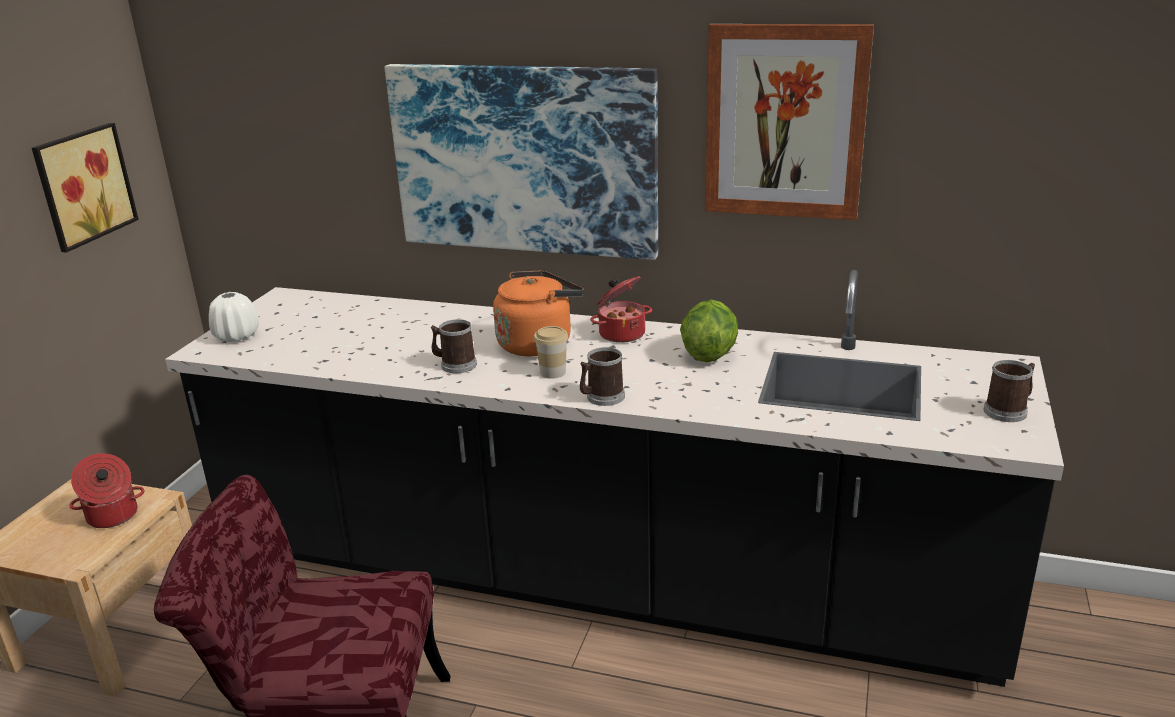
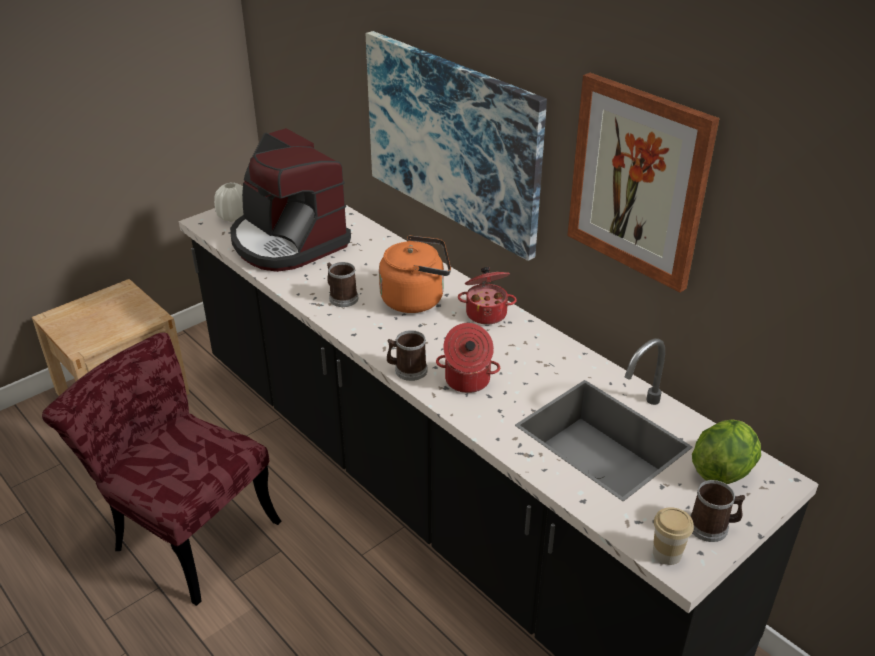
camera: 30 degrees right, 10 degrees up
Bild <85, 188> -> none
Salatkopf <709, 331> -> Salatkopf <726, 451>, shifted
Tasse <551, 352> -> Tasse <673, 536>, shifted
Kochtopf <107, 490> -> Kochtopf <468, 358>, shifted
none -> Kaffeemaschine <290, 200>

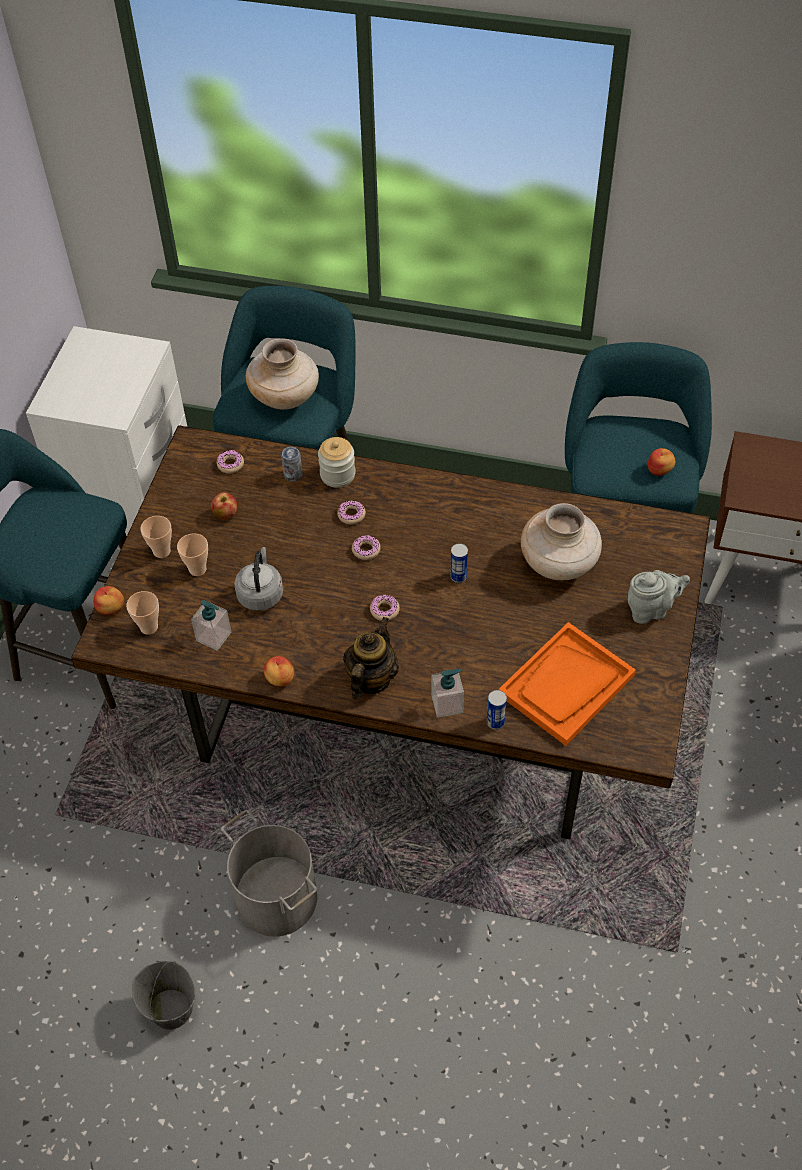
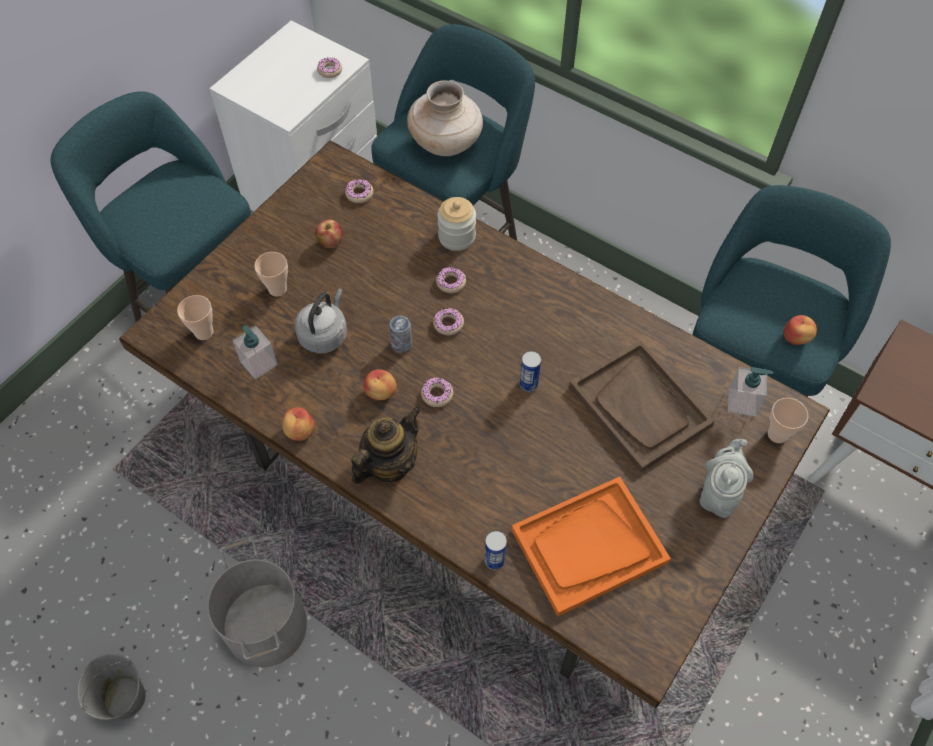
camera: 20 degrees right, 5 degrees up
Dose <292, 464> -> Dose <401, 334>, shifted
Vase/beige <561, 541> -> Tablett/braun <642, 406>
Tasse <156, 537> -> Tasse <788, 420>, shifted
Teekanne/grau <659, 597> -> Teekanne/grau <727, 478>, 75 degrees counterclockwise
Apfel <108, 600> -> Apfel <380, 384>, shifted
Seifenspender <448, 693> -> Seifenspender <750, 391>, shifted
none -> Donut <329, 67>

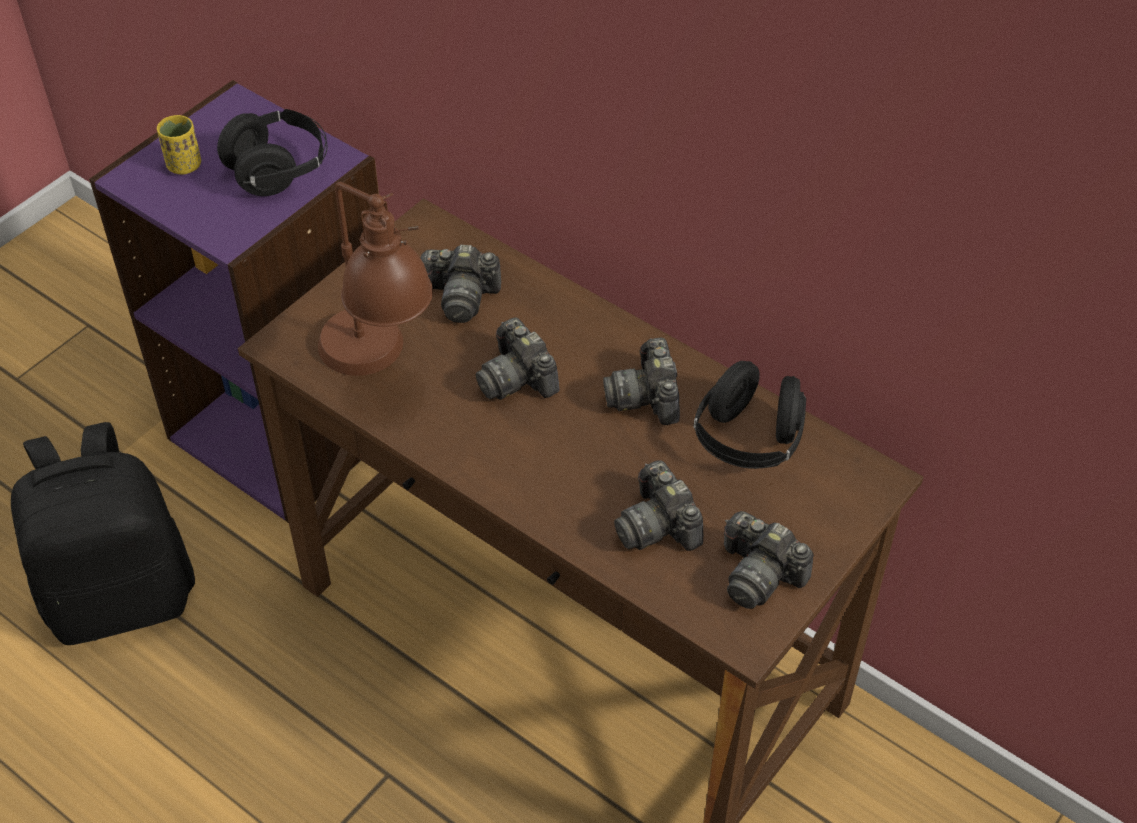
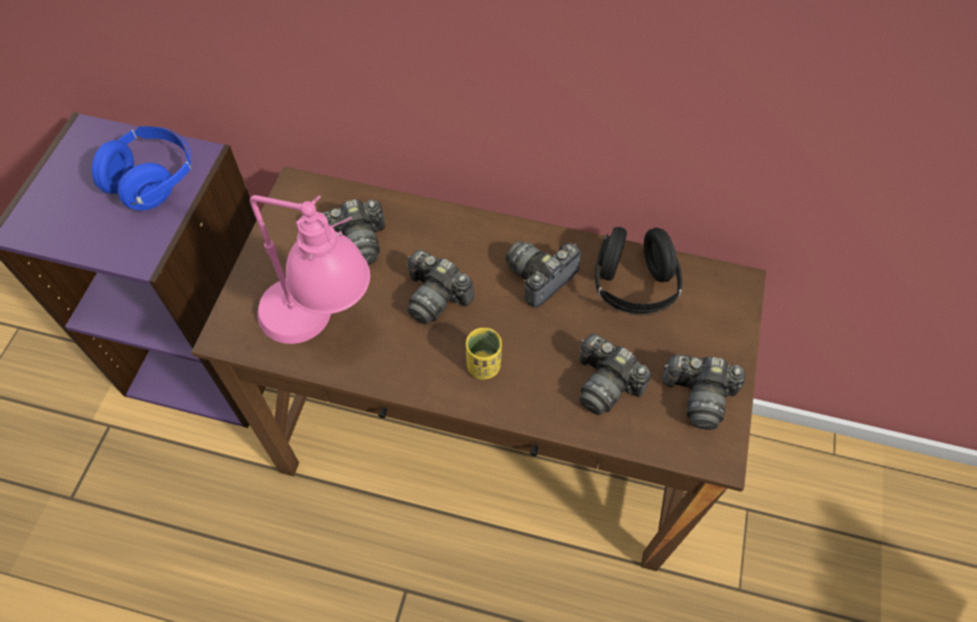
camera: 25 degrees left, 10 degrees up
Kopfhörer/schwarz <272, 152> -> Kopfhörer/blau <142, 168>
Tasse/gelb <179, 144> -> Tasse/gelb <484, 353>, shifted
Tischlampe/braun <375, 279> -> Tischlampe/rosa <310, 269>
Kamera <641, 381> -> Kamera <543, 274>, 75 degrees clockwise
Rucksack/schwarz <103, 533> -> none

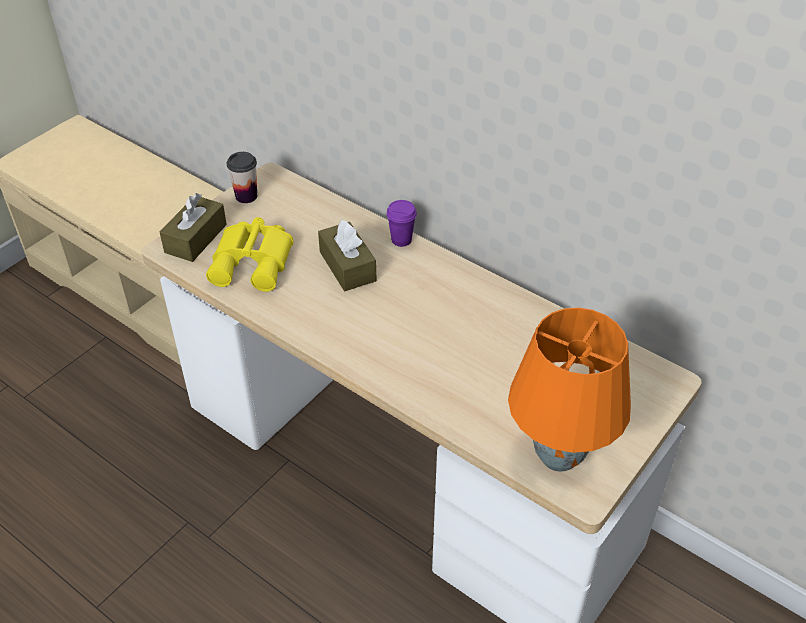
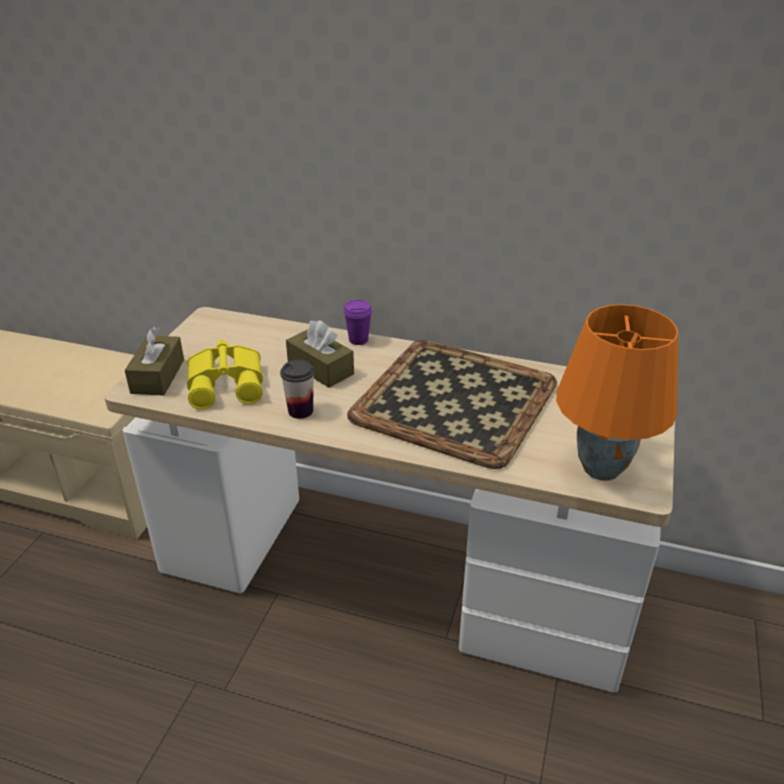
camera: 20 degrees left, 10 degrees down
Tasse <242, 177> -> Tasse <297, 389>, shifted
none -> Tablett <452, 404>

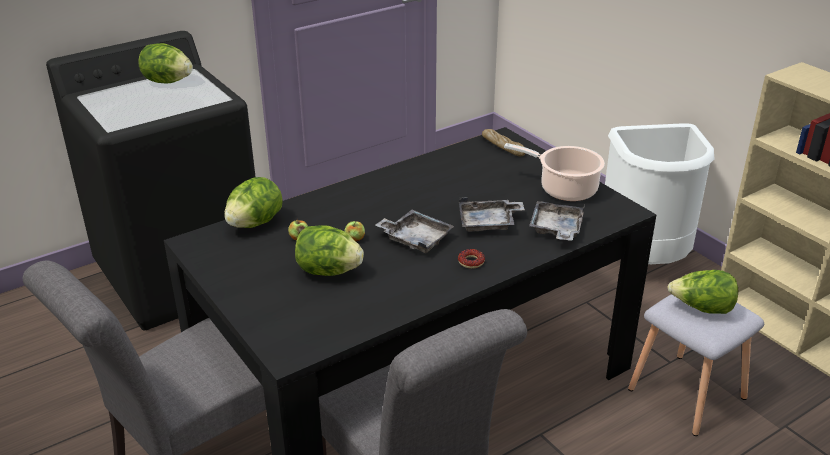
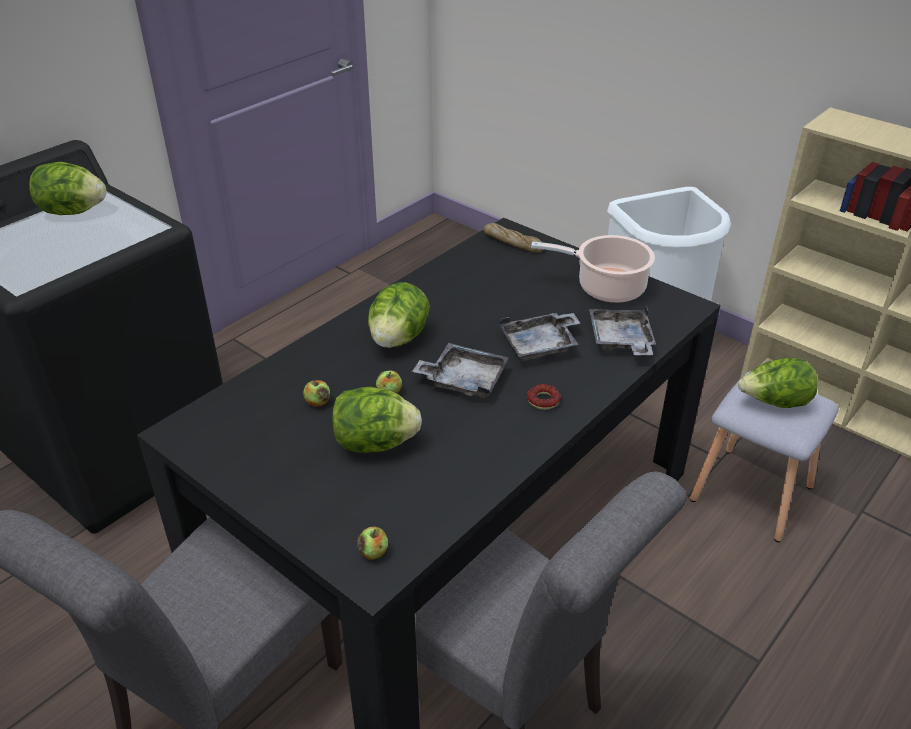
camera: 15 degrees left, 5 degrees up
Salatkopf <253, 202> -> Salatkopf <399, 315>, shifted
none -> Apfel <372, 543>

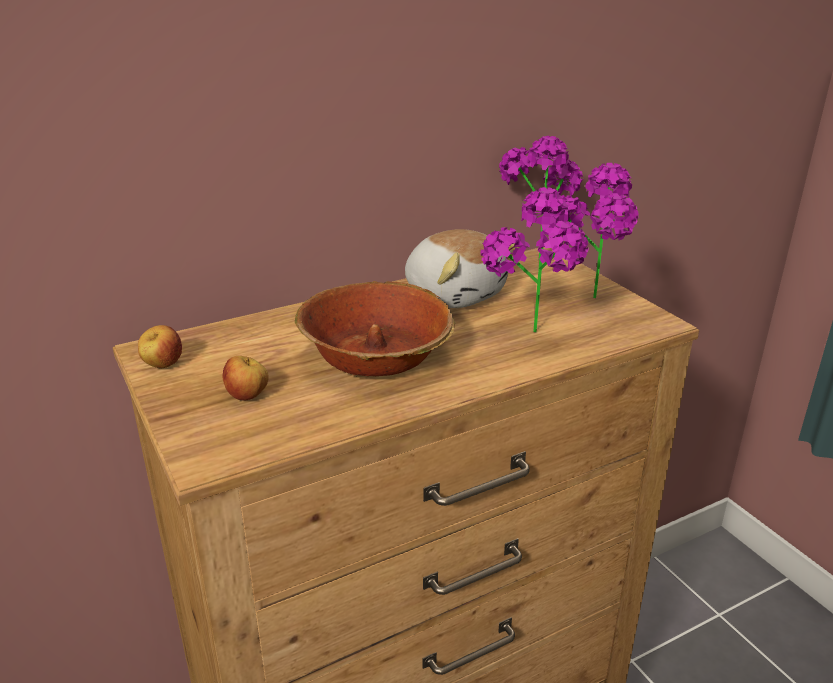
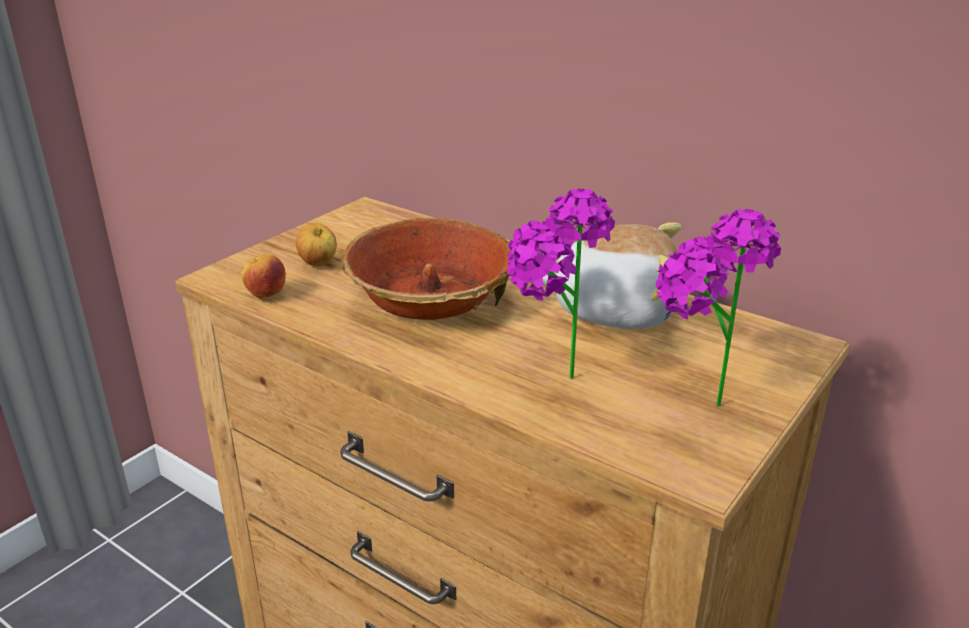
camera: 65 degrees right, 0 degrees up
Topfpflanze <541, 197> -> none
Plüschtier <462, 268> -> Plüschtier <612, 276>, 105 degrees counterclockwise
Apfel <160, 346> -> Apfel <263, 276>, shifted

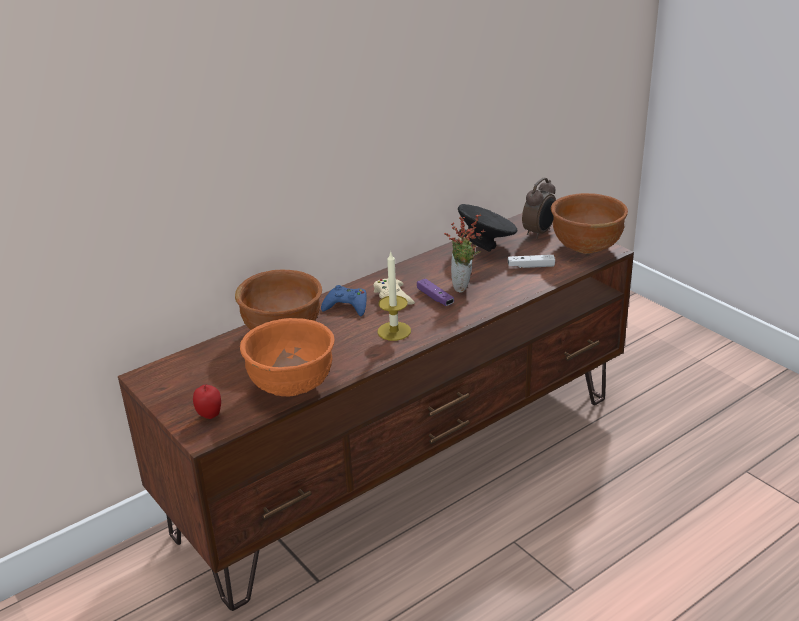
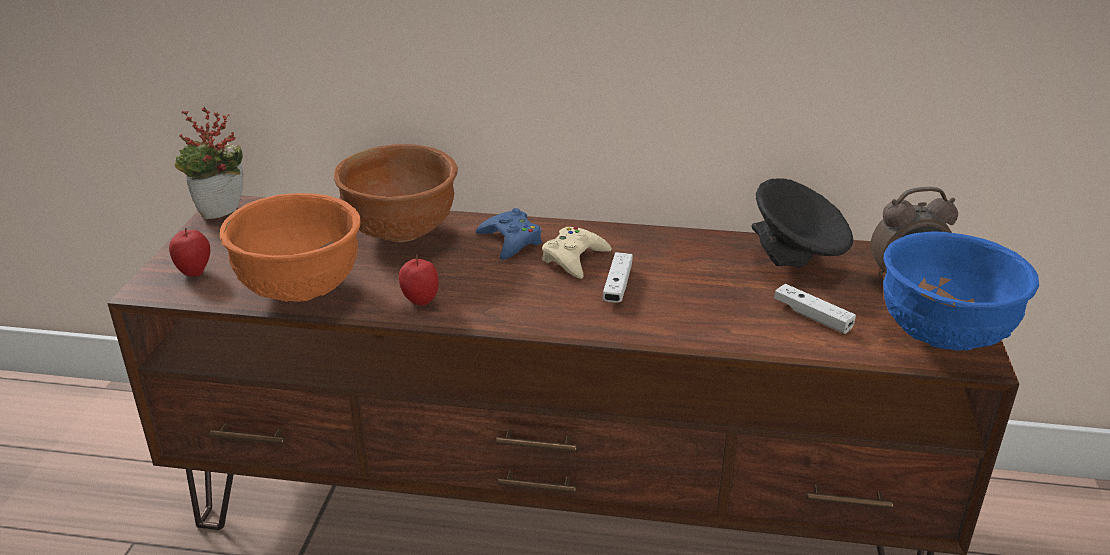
camera: 45 degrees right, 0 degrees up
Schüssel/braun <589, 223> -> Schüssel/blau <961, 291>
Topfpflanze <464, 253> -> Topfpflanze <209, 163>, shifted
Kerze <394, 296> -> none
Gamepad/lila <435, 292> -> Gamepad/weiß <617, 277>
none -> Apfel <418, 280>

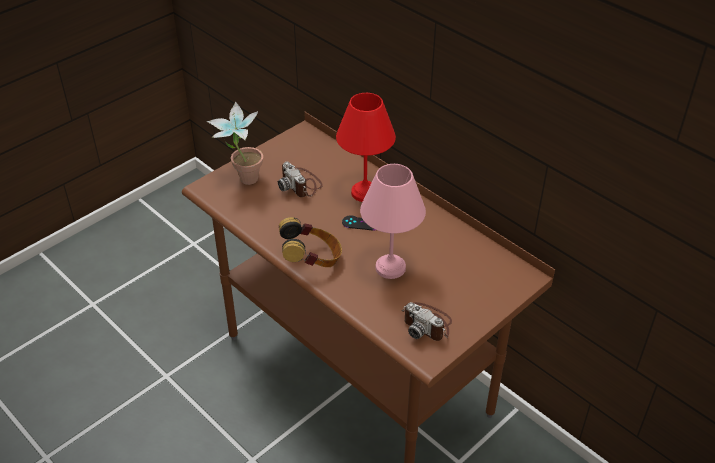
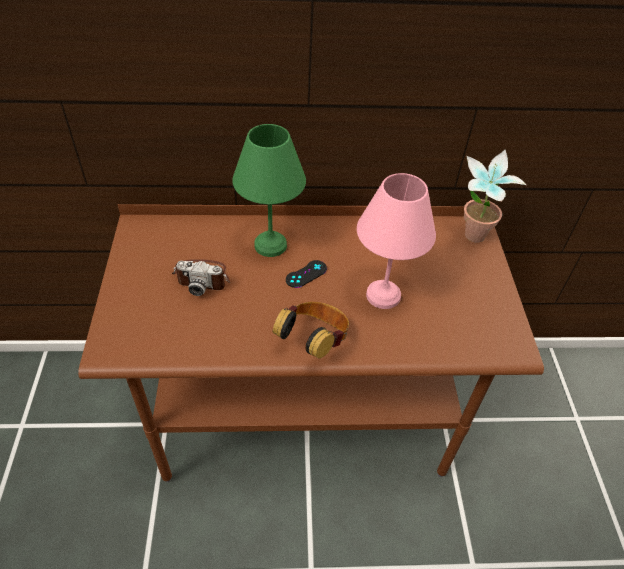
camera: 50 degrees left, 5 degrees up
Tischlampe/rot <366, 147> -> Tischlampe/grün <269, 190>
Topfpflanze <234, 143> -> Topfpflanze <495, 196>, shifted
Kamera <427, 321> -> none

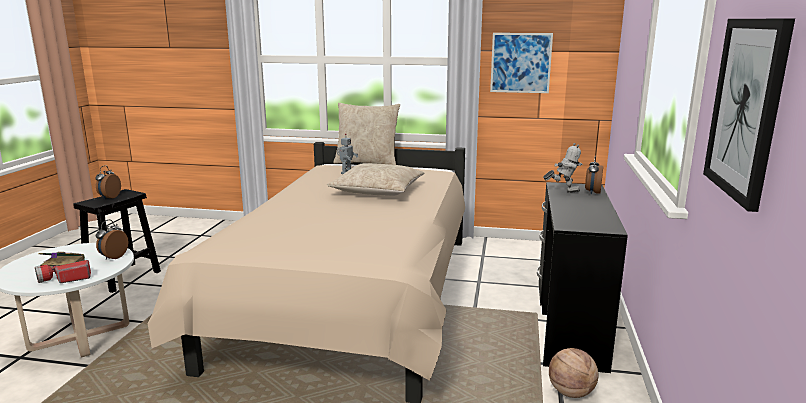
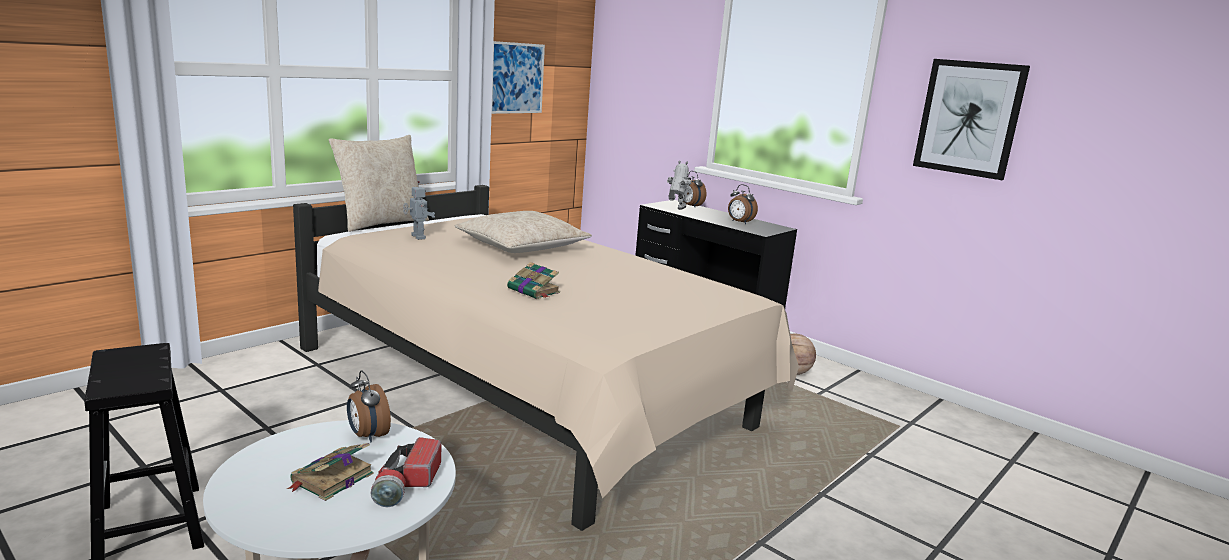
camera: 60 degrees left, 0 degrees up
Wecker <108, 182> -> Wecker <743, 204>, shifted
none -> Buch <533, 280>

